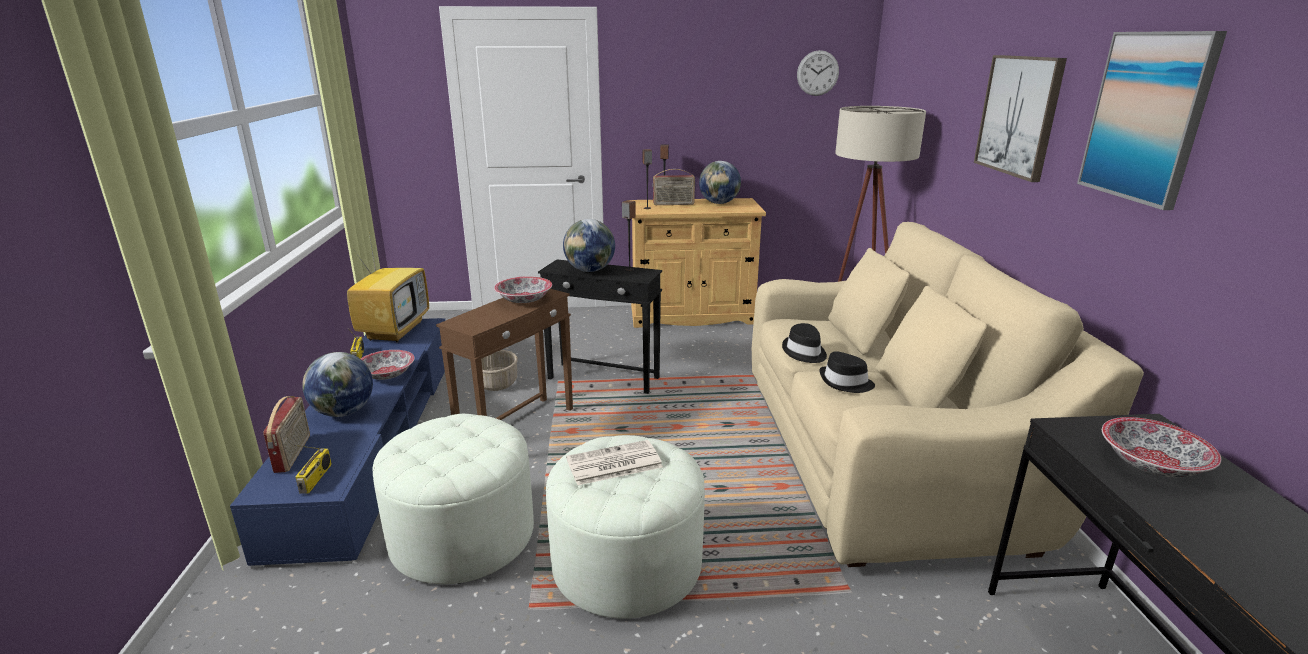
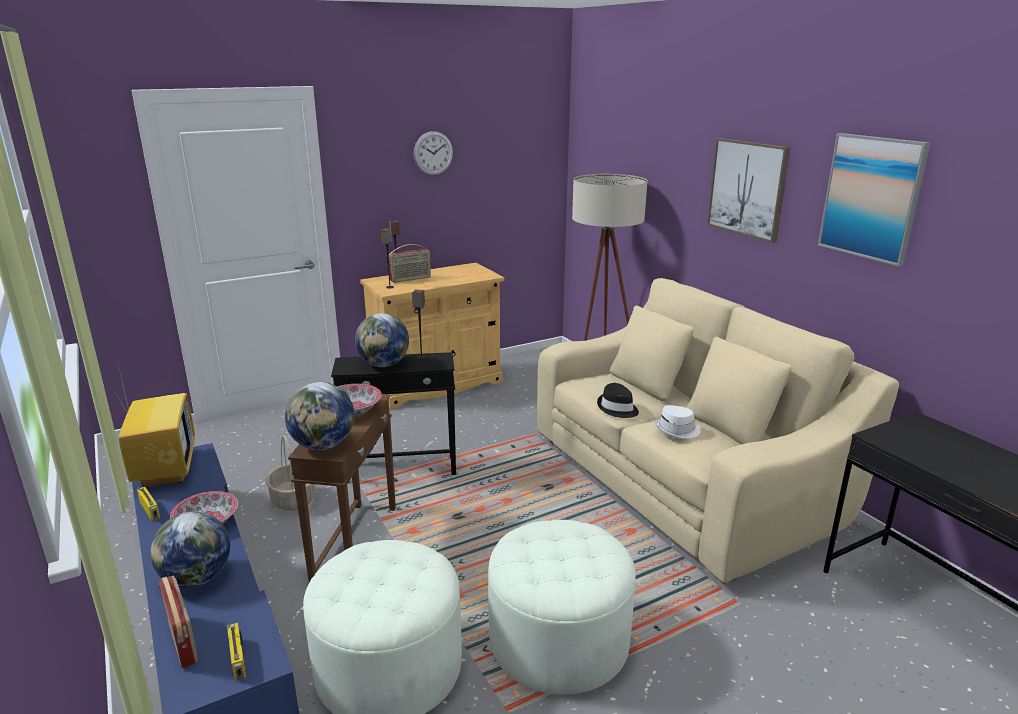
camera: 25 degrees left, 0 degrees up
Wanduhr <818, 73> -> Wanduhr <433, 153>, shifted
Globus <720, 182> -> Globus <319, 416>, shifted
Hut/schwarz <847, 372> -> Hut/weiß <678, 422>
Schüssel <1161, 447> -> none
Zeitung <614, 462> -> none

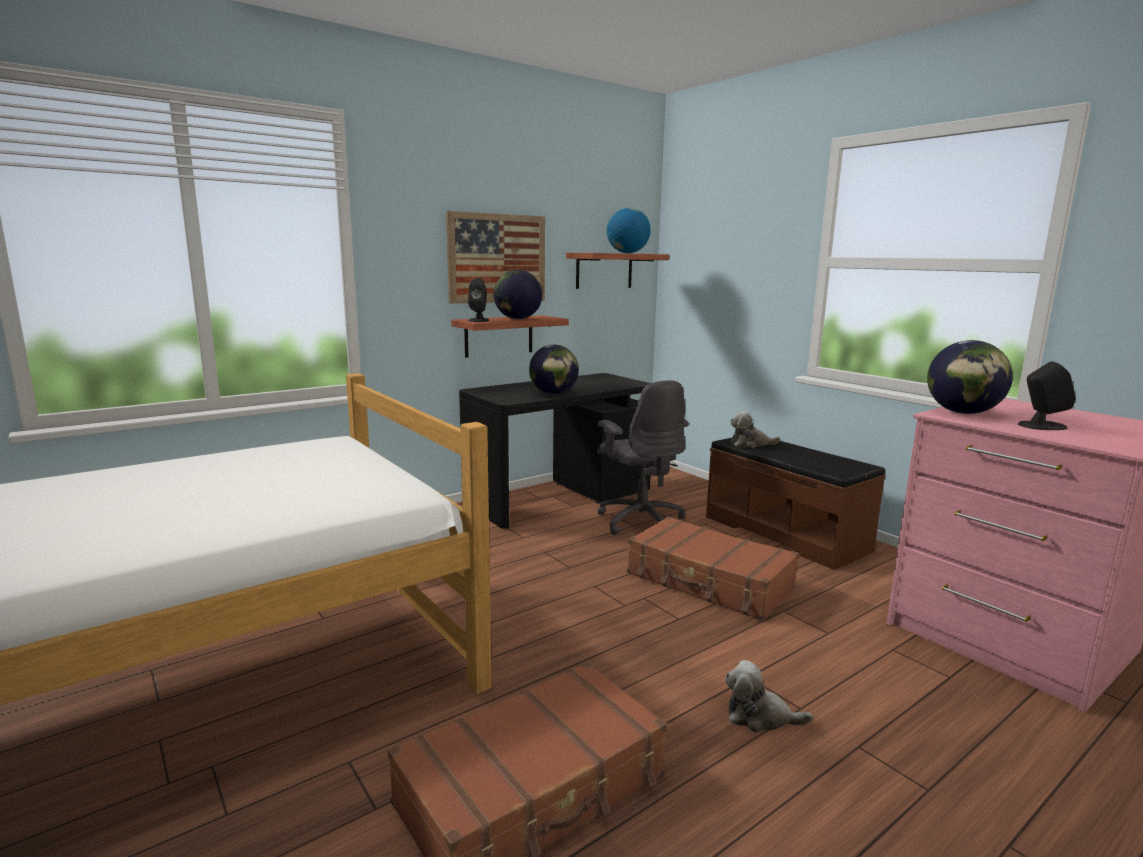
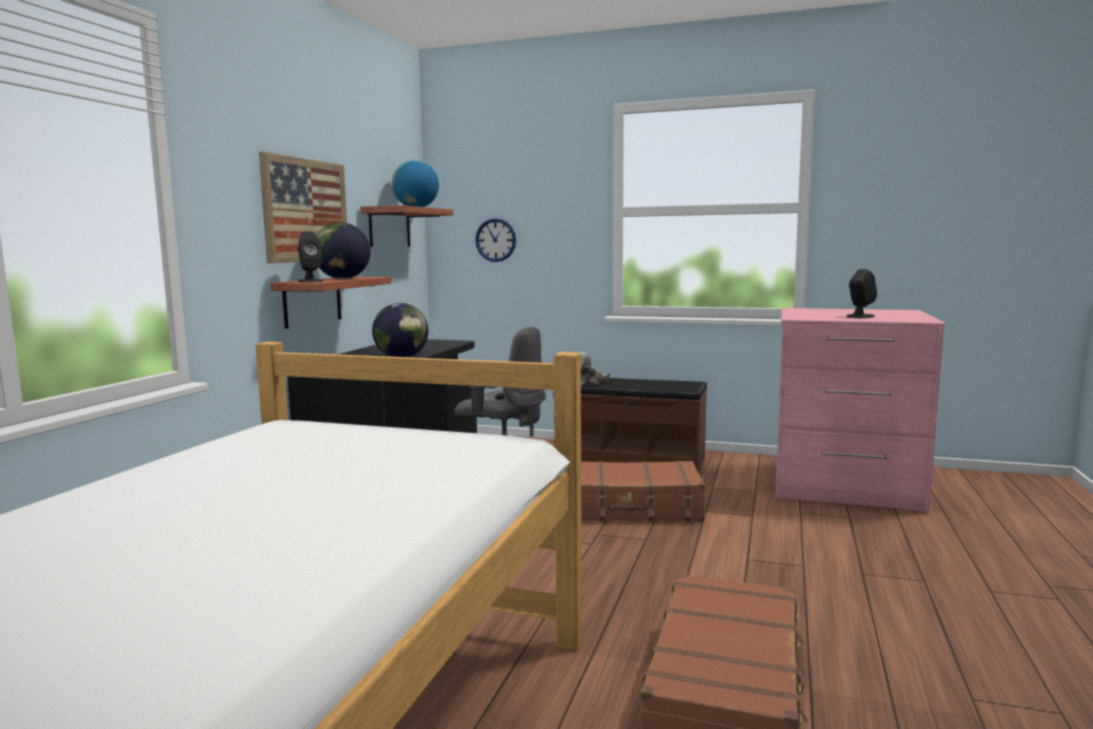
camera: 35 degrees left, 5 degrees down
Globus <970, 377> -> none
Plüschtier <769, 696> -> none
none -> Wanduhr <495, 240>

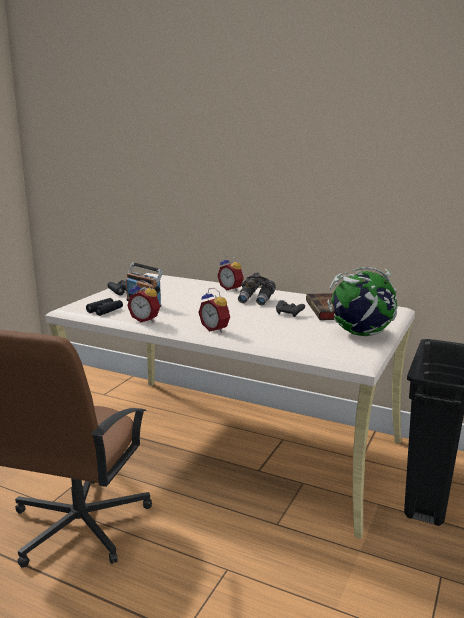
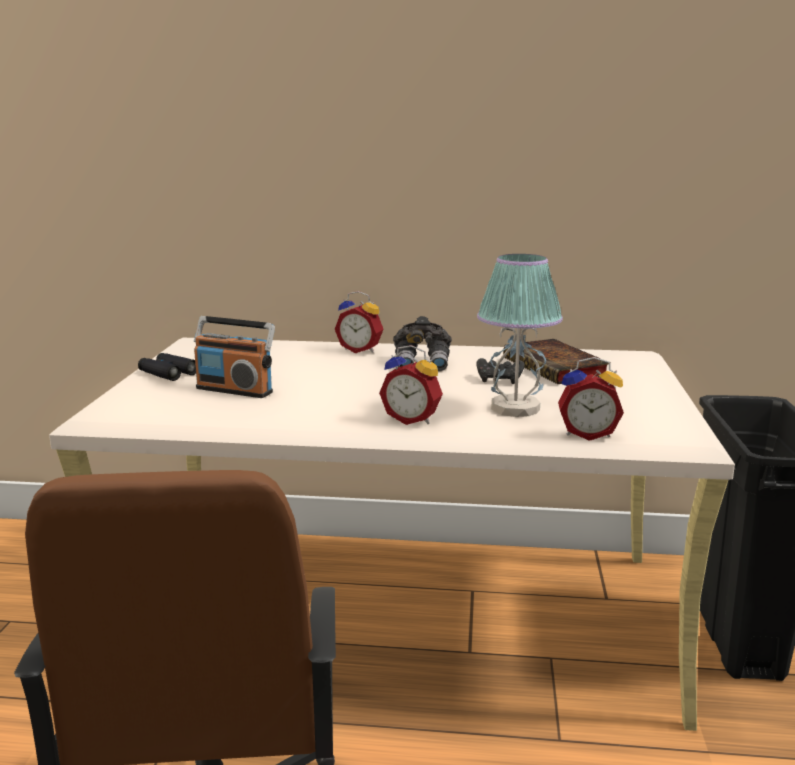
camera: 20 degrees left, 0 degrees up
Globus <362, 301> -> none
Wecker <143, 301> -> Wecker <591, 399>, shifted
Fernglas/schwarz <104, 307> -> none
none -> Tischlampe <520, 335>

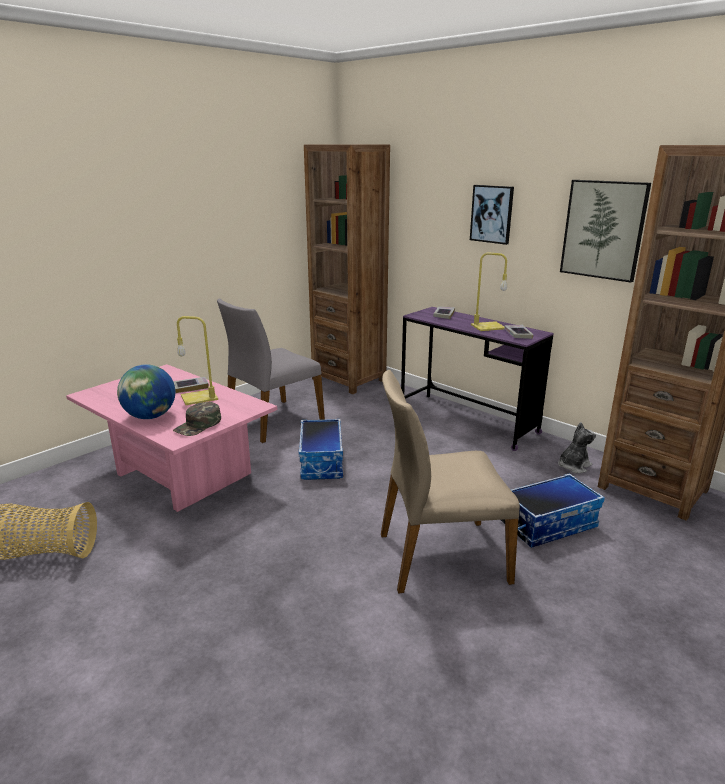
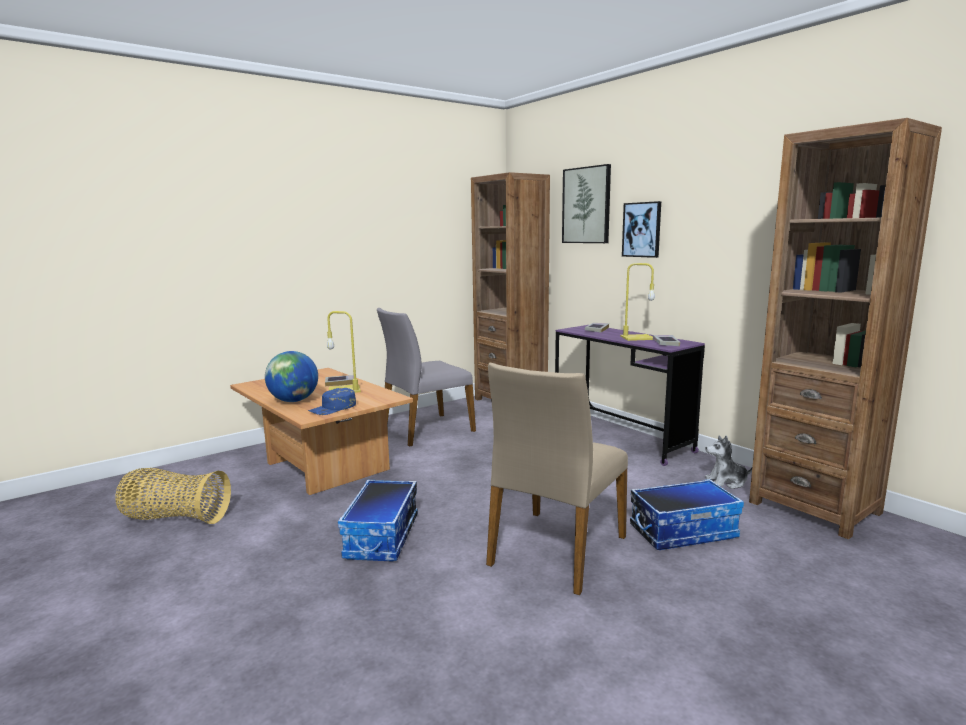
camera: 10 degrees right, 10 degrees down
Bild <605, 231> -> Bild <586, 203>, shifted
Couchtisch/rosa <171, 438> -> Couchtisch/braun <321, 431>
Stuhl/beige <450, 482> -> Stuhl/beige <557, 479>, 60 degrees counterclockwise
Kappe/grün <197, 419> -> Kappe/blau <332, 401>
Aufbewahrungsbox <321, 449> -> Aufbewahrungsbox <378, 521>, shifted
Plüschtier <577, 447> -> Plüschtier <728, 462>, 150 degrees counterclockwise

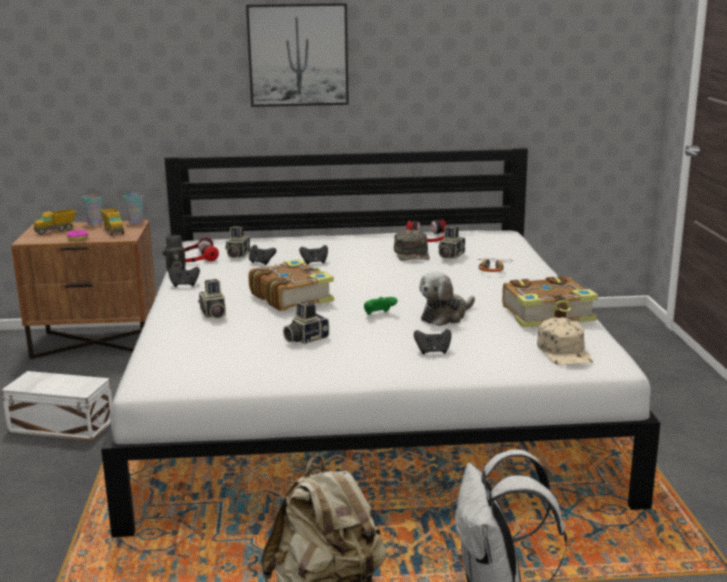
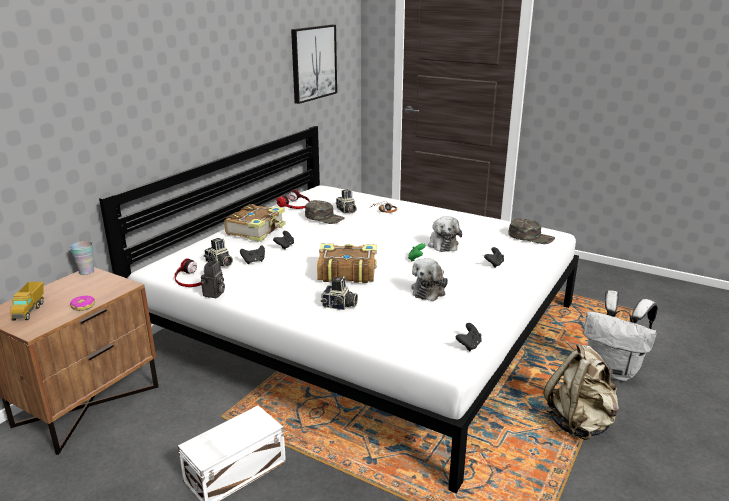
camera: 55 degrees left, 5 degrees up
Bild <297, 55> -> Bild <314, 64>, shifted
Tasse <92, 209> -> none
Spielzeuglaster <112, 222> -> none
Gamepad/schwarz <184, 277> -> Gamepad/schwarz <469, 337>, shifted
Buch <550, 302> -> Buch <255, 223>, shifted
Kamera <306, 322> -> Plüschtier <429, 279>
Kappe/beige <565, 341> -> Kappe/grün <531, 231>

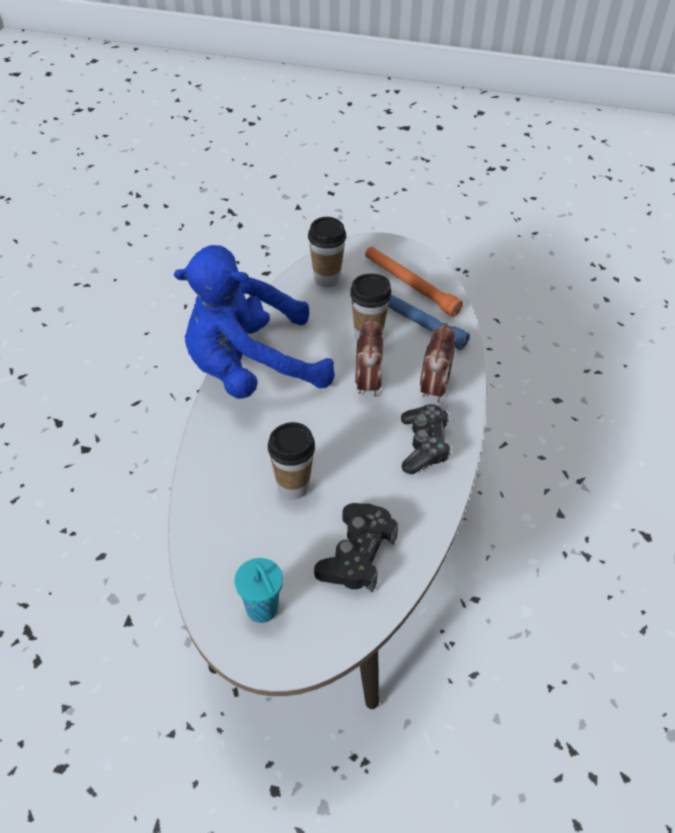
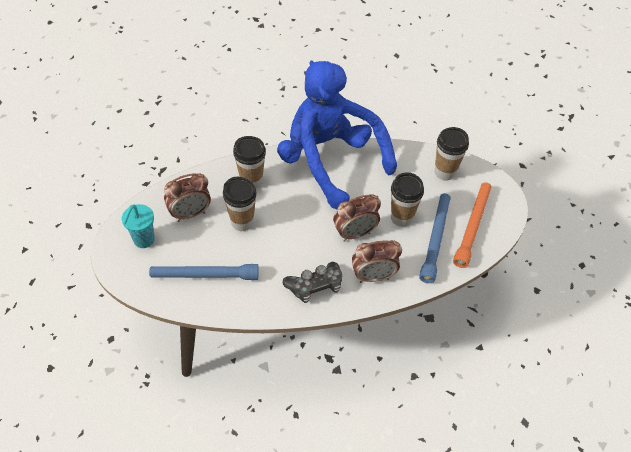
camera: 65 degrees right, 5 degrees up
Gamepad/schwarz <356, 548> -> Taschenlampe/blau <203, 272>
none -> Tasse <249, 162>
none -> Wecker <187, 197>

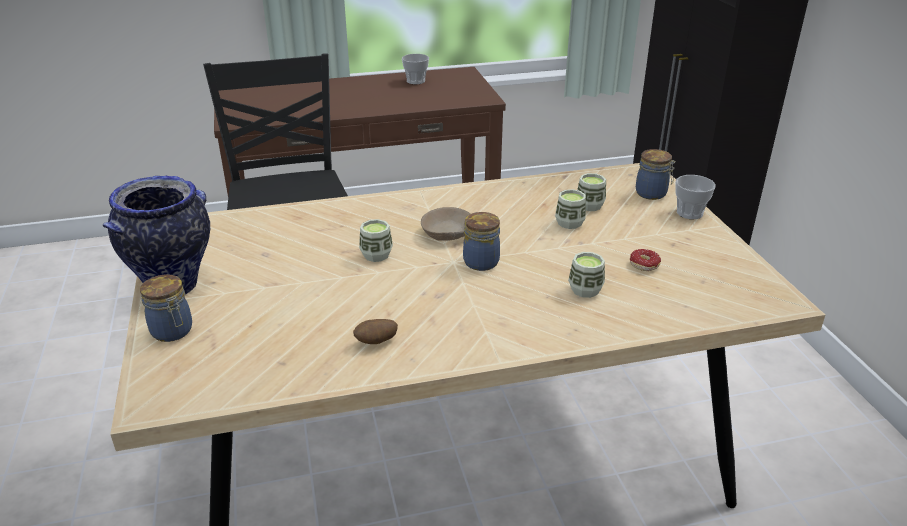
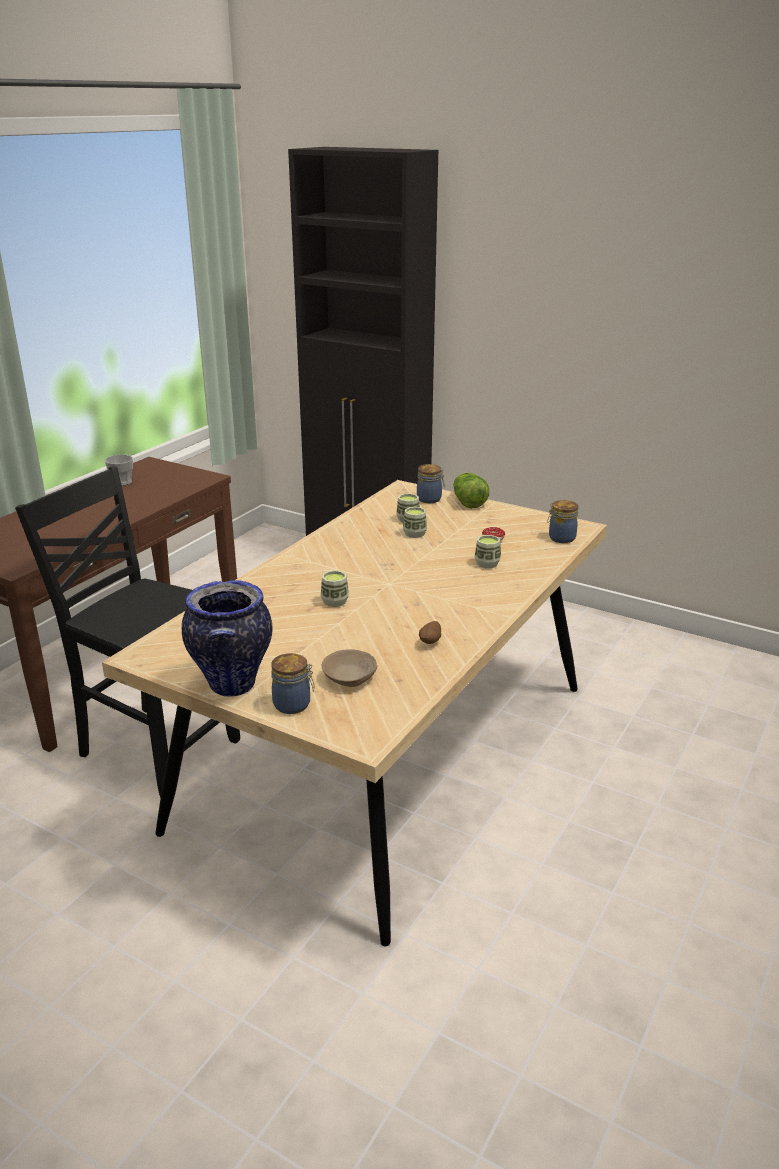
camera: 45 degrees left, 5 degrees down
Tasse <695, 197> -> Salatkopf <471, 490>
Schüssel/beige <445, 224> -> Schüssel/beige <349, 668>, shifted
Vorratsglas <481, 241> -> Vorratsglas <562, 521>, shifted

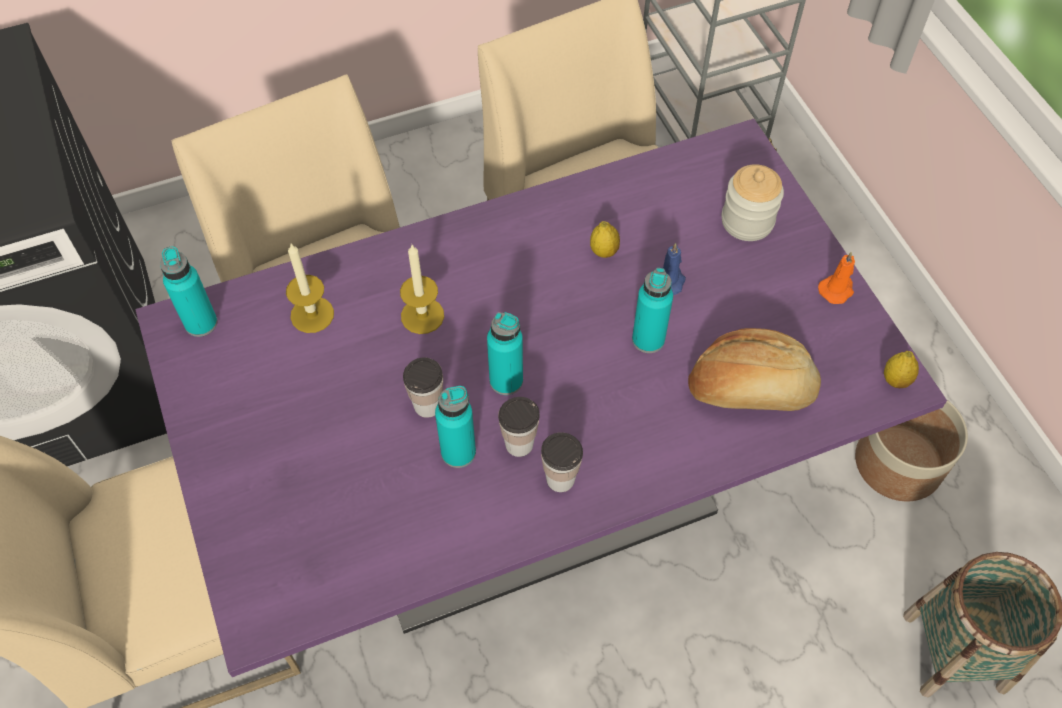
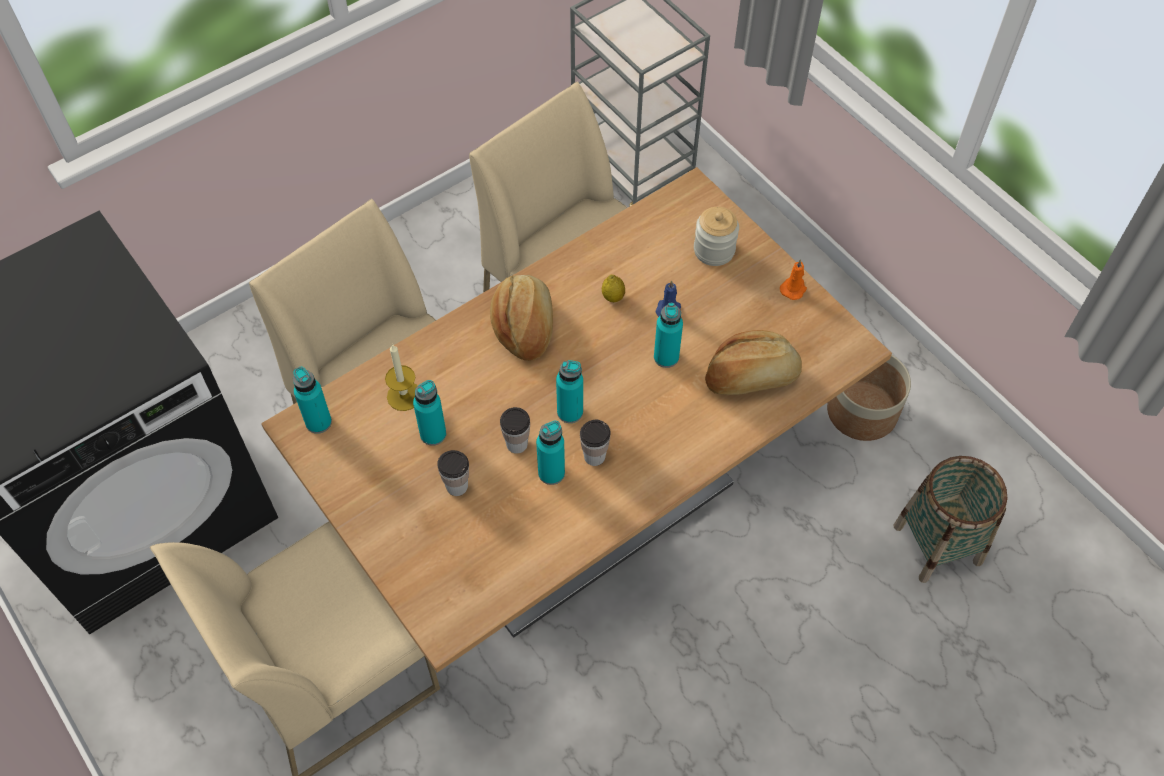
camera: 15 degrees left, 0 degrees up
Esstisch/lila <541, 398> -> Esstisch/braun <576, 420>
Kerze <422, 289> -> none
Zitrone <901, 369> -> none
Tasse <562, 462> -> Tasse <453, 473>, shifted
none -> Brot <521, 318>
none -> Flasche/türkis <429, 413>

